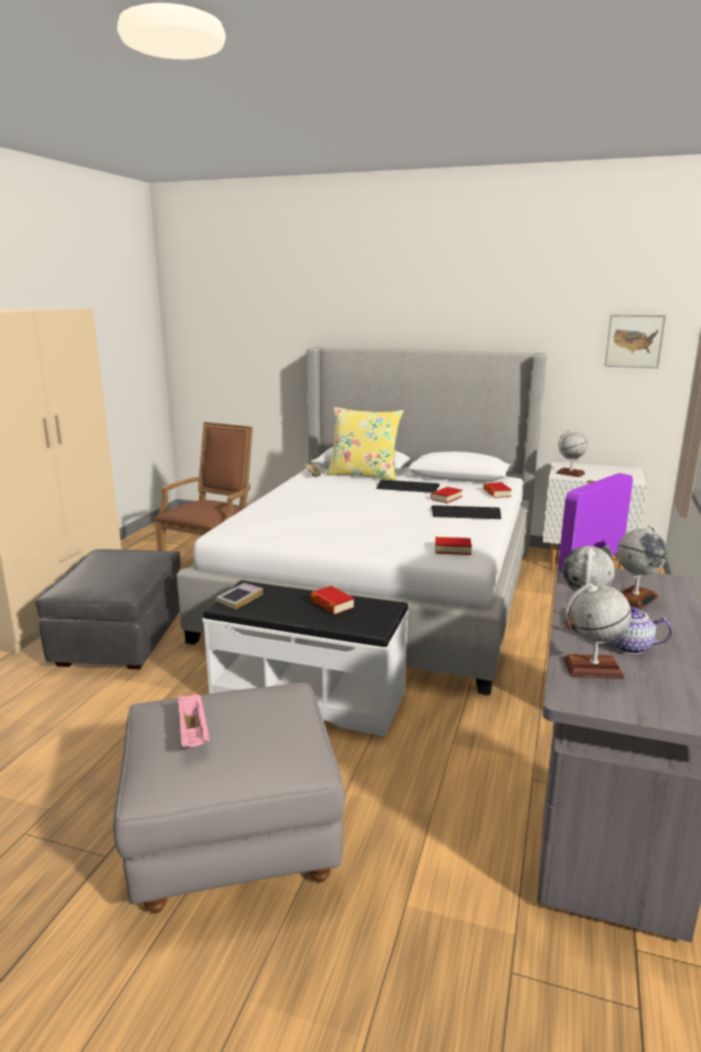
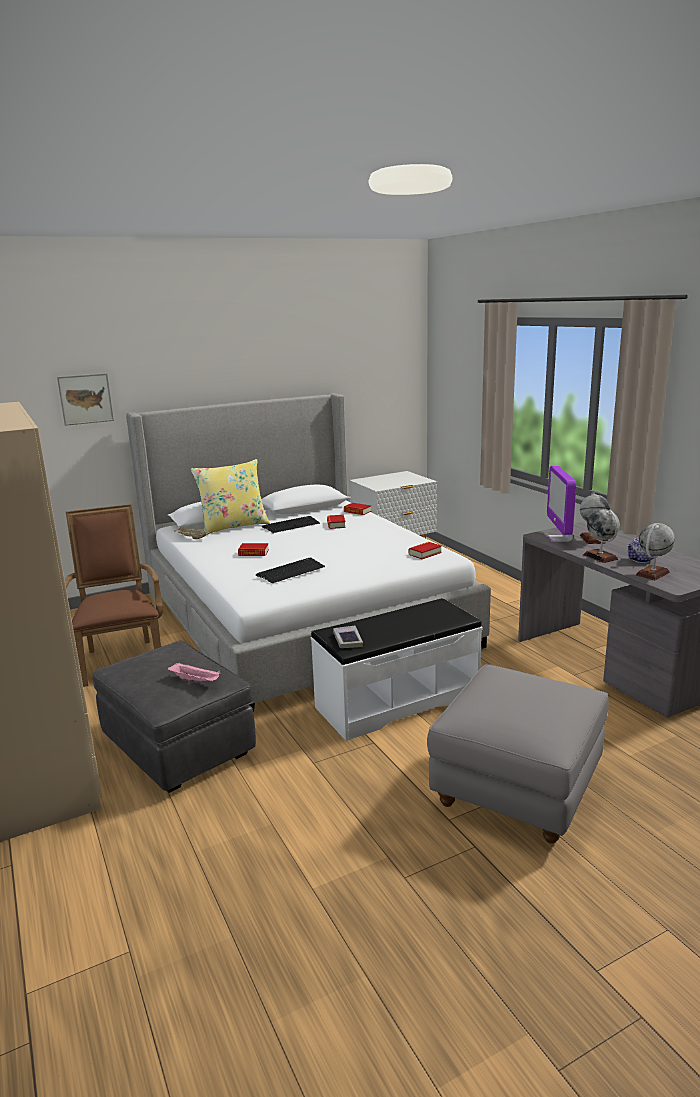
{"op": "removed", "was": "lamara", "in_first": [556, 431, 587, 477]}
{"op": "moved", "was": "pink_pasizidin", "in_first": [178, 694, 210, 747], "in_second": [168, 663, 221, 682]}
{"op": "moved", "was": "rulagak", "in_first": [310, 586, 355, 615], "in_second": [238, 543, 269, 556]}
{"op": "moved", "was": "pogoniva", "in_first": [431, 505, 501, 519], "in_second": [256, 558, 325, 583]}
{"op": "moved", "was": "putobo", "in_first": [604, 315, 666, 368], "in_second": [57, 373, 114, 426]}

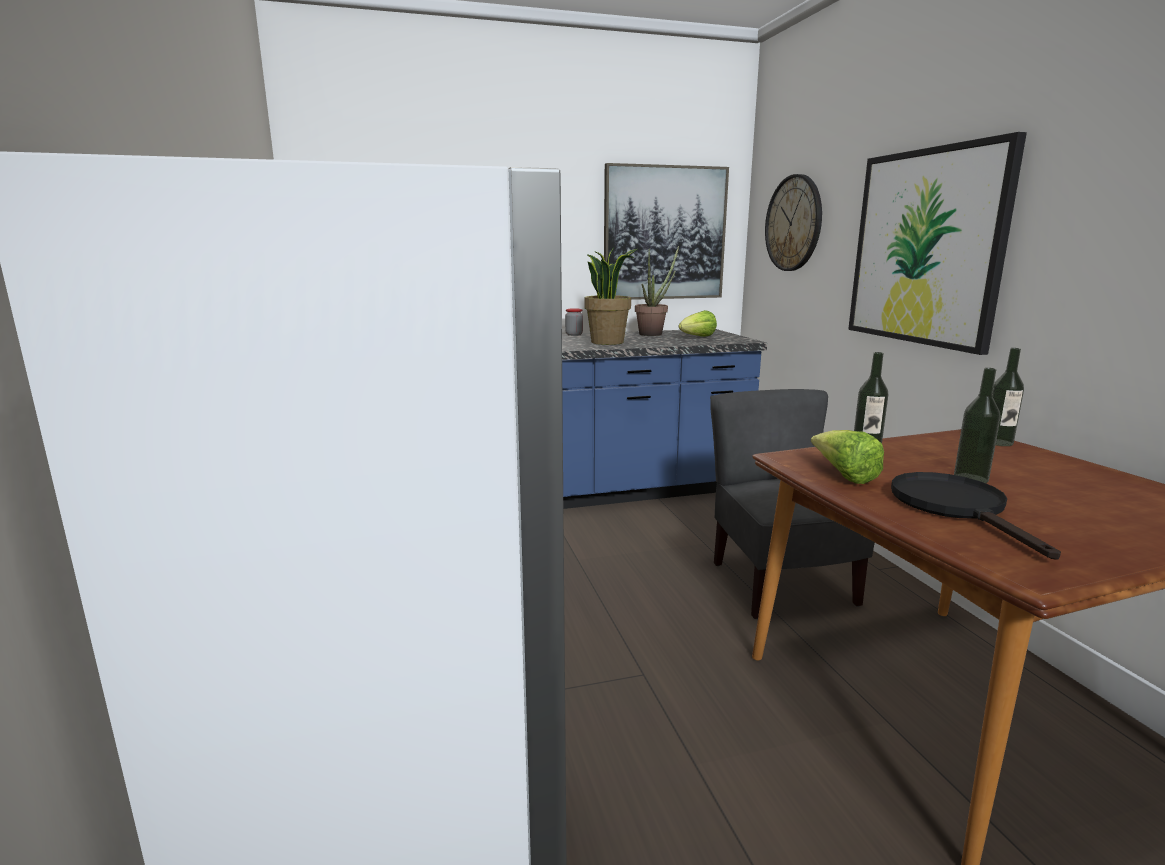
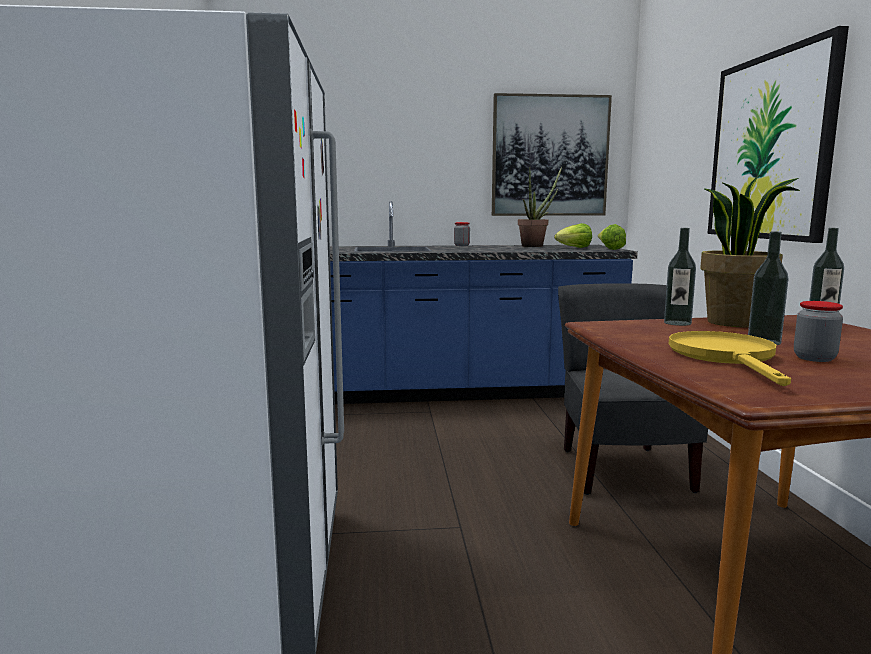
{"op": "removed", "was": "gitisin", "in_first": [765, 174, 822, 271]}
{"op": "added", "now": "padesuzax", "in_second": [794, 301, 843, 362]}
{"op": "moved", "was": "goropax", "in_first": [585, 246, 638, 345], "in_second": [700, 175, 800, 327]}
{"op": "moved", "was": "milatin", "in_first": [811, 430, 884, 484], "in_second": [598, 224, 626, 250]}
{"op": "recoloured", "was": "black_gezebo", "now": "yellow_gezebo", "in_first": [891, 472, 1061, 560], "in_second": [669, 331, 791, 386]}

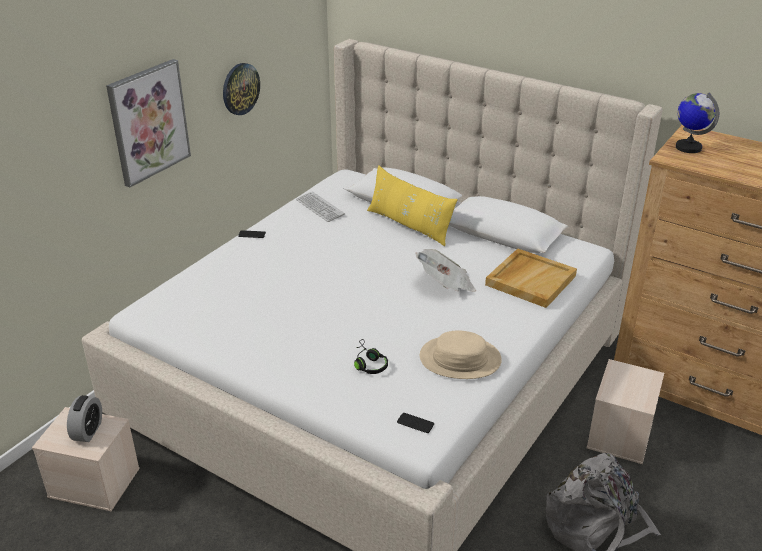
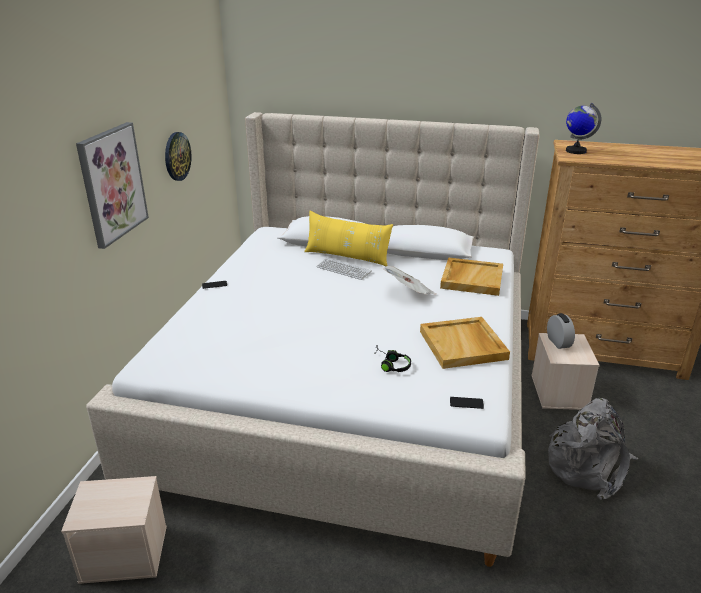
{"op": "moved", "was": "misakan", "in_first": [67, 395, 102, 442], "in_second": [547, 313, 575, 349]}
{"op": "moved", "was": "pogoniva", "in_first": [296, 191, 345, 222], "in_second": [316, 258, 372, 280]}
{"op": "replaced", "was": "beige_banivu", "now": "beige_pasizidin", "in_first": [420, 331, 502, 379], "in_second": [420, 317, 510, 369]}

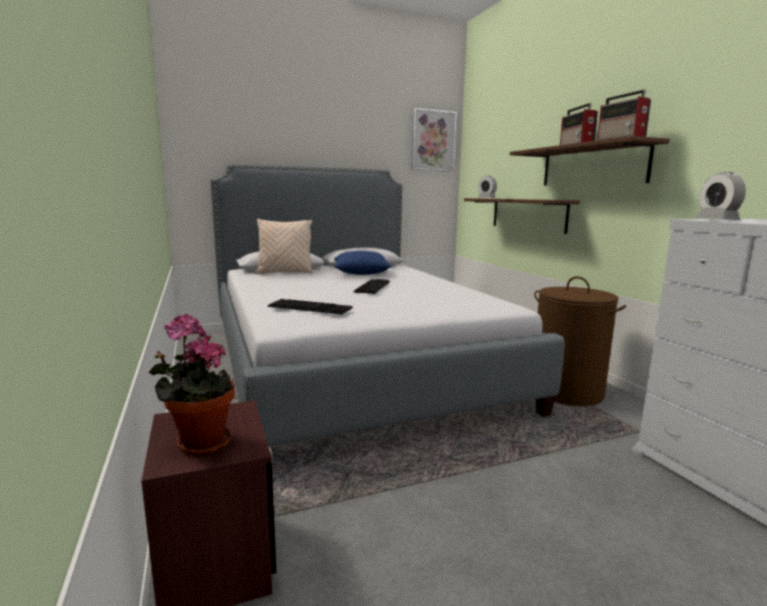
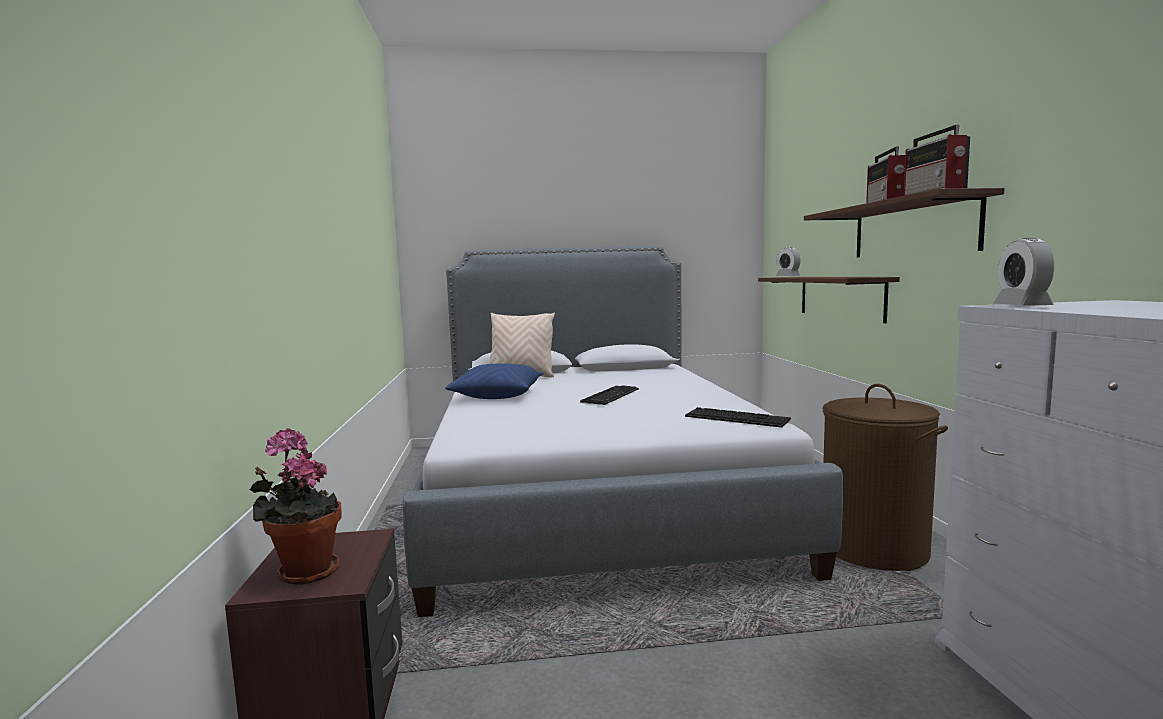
{"op": "removed", "was": "putobo", "in_first": [411, 108, 457, 171]}
{"op": "moved", "was": "pogoniva", "in_first": [268, 299, 353, 314], "in_second": [685, 407, 791, 428]}
{"op": "moved", "was": "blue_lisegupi", "in_first": [334, 251, 392, 275], "in_second": [445, 364, 543, 399]}

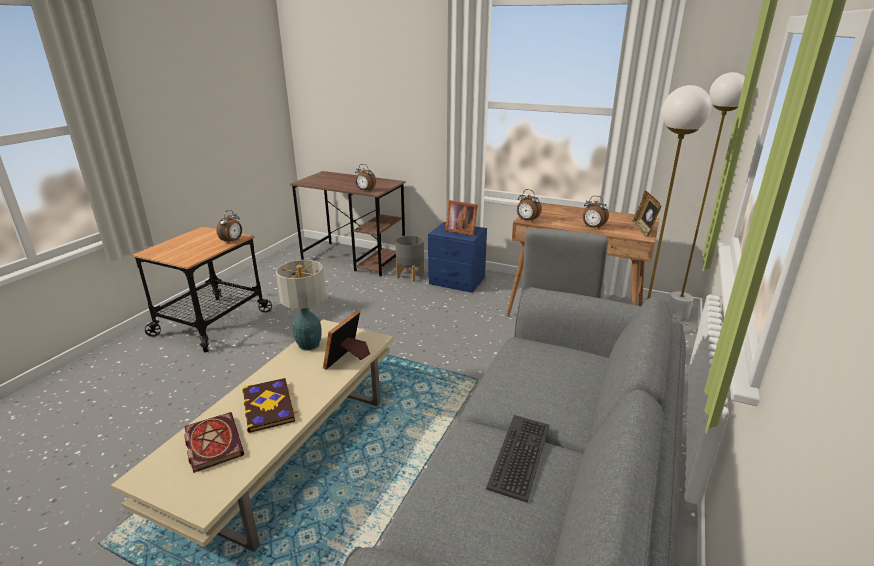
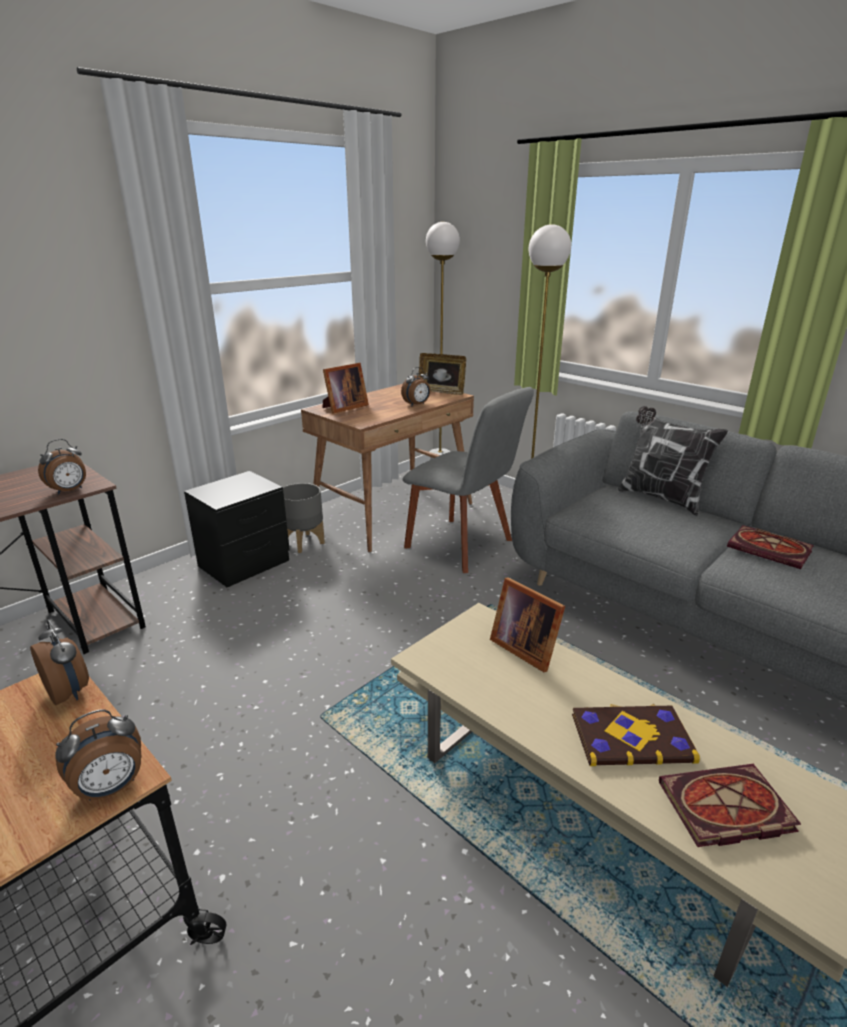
{"op": "removed", "was": "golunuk", "in_first": [276, 260, 326, 351]}
{"op": "added", "now": "lisegupi", "in_second": [618, 406, 728, 516]}
{"op": "moved", "was": "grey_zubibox", "in_first": [395, 235, 424, 282], "in_second": [283, 483, 325, 553]}
{"op": "moved", "was": "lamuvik", "in_first": [445, 200, 478, 236], "in_second": [323, 363, 369, 414]}
{"op": "moved", "was": "misakan", "in_first": [517, 189, 542, 222], "in_second": [55, 710, 141, 800]}
{"op": "replaced", "was": "pogoniva", "now": "rulagak", "in_first": [486, 415, 549, 503], "in_second": [727, 525, 814, 569]}
{"op": "recoloured", "was": "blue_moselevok", "now": "black_moselevok", "in_first": [428, 222, 487, 293], "in_second": [184, 471, 290, 587]}

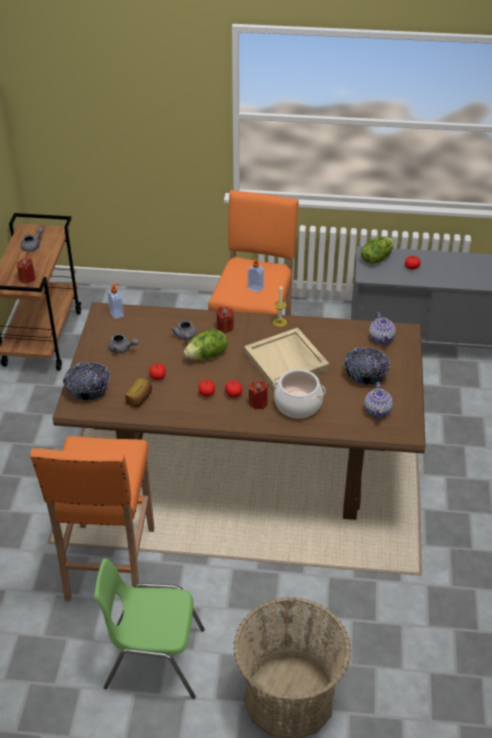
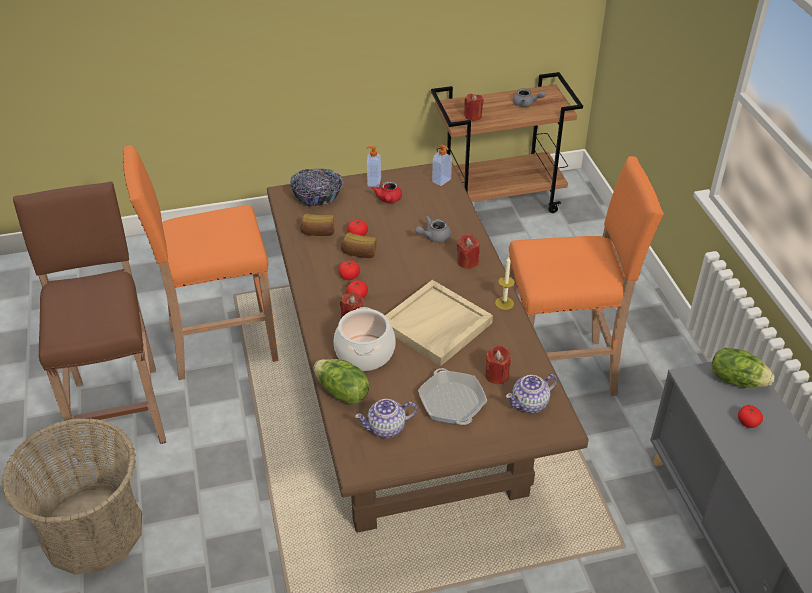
{"op": "added", "now": "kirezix", "in_second": [341, 233, 377, 258]}
{"op": "added", "now": "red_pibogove", "in_second": [485, 345, 511, 384]}
{"op": "moved", "was": "milatin", "in_first": [184, 329, 228, 360], "in_second": [314, 359, 370, 405]}
{"op": "moved", "was": "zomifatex", "in_first": [247, 259, 264, 293], "in_second": [366, 146, 381, 187]}
{"op": "replaced", "was": "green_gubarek", "now": "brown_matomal", "in_first": [94, 559, 205, 699], "in_second": [13, 181, 166, 461]}
{"op": "replaced", "was": "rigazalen", "now": "gezebo", "in_first": [344, 347, 390, 385], "in_second": [418, 368, 487, 425]}
{"op": "recoloured", "was": "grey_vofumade", "now": "red_vofumade", "in_first": [108, 333, 139, 353], "in_second": [372, 181, 402, 203]}

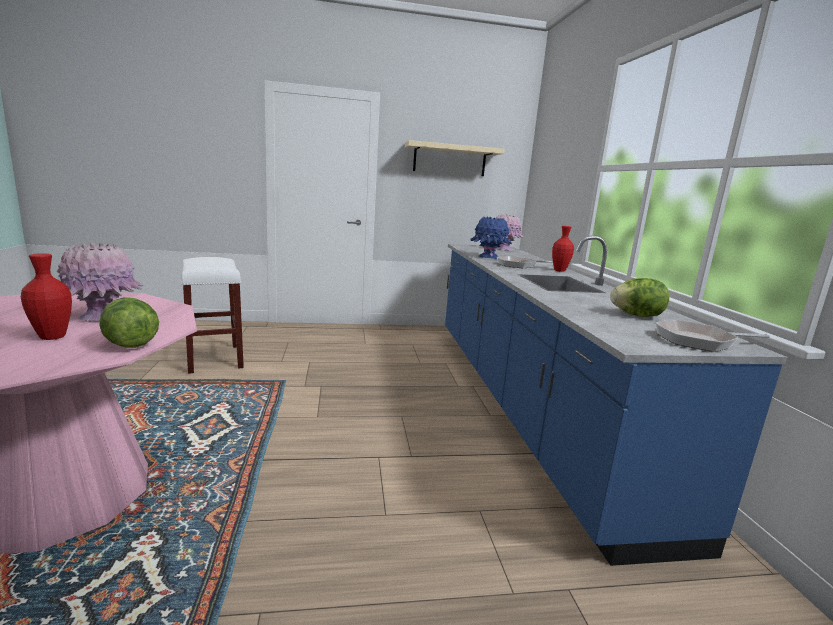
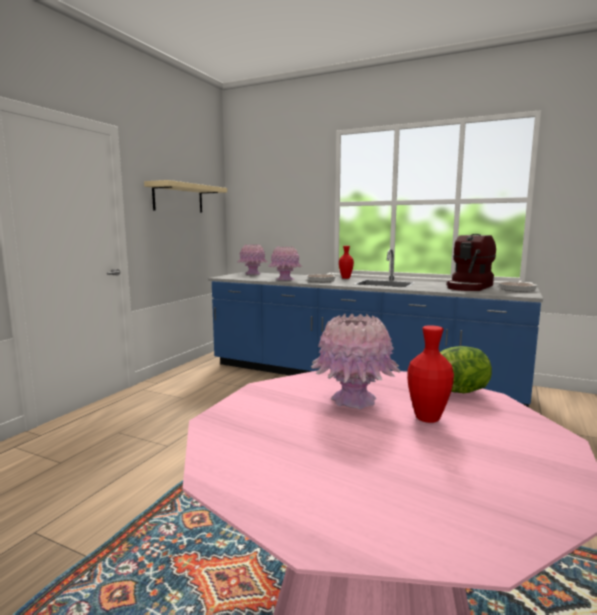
{"op": "removed", "was": "white_matomal", "in_first": [181, 257, 244, 374]}
{"op": "replaced", "was": "milatin", "now": "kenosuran", "in_first": [610, 278, 669, 317], "in_second": [446, 234, 496, 291]}
{"op": "recoloured", "was": "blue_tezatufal", "now": "pink_tezatufal", "in_first": [470, 217, 512, 259], "in_second": [269, 246, 302, 281]}

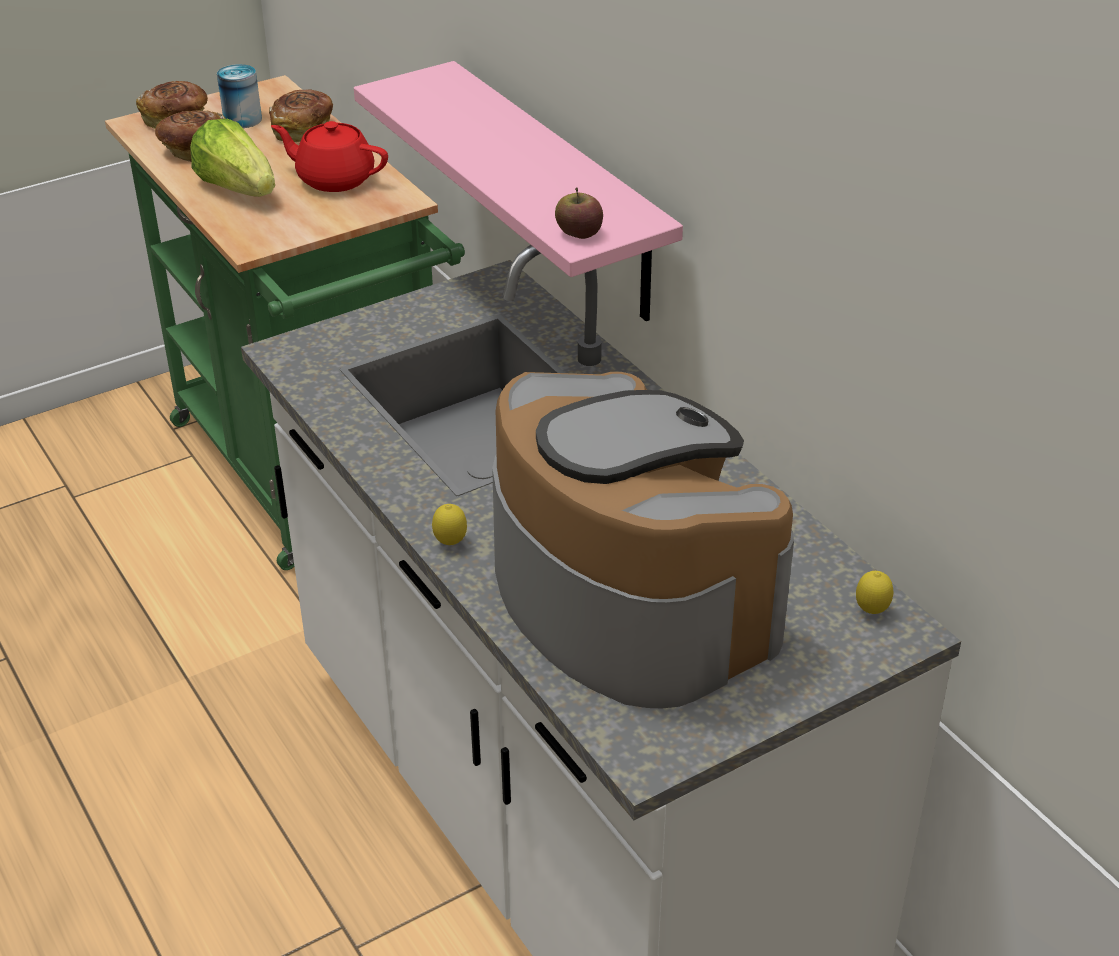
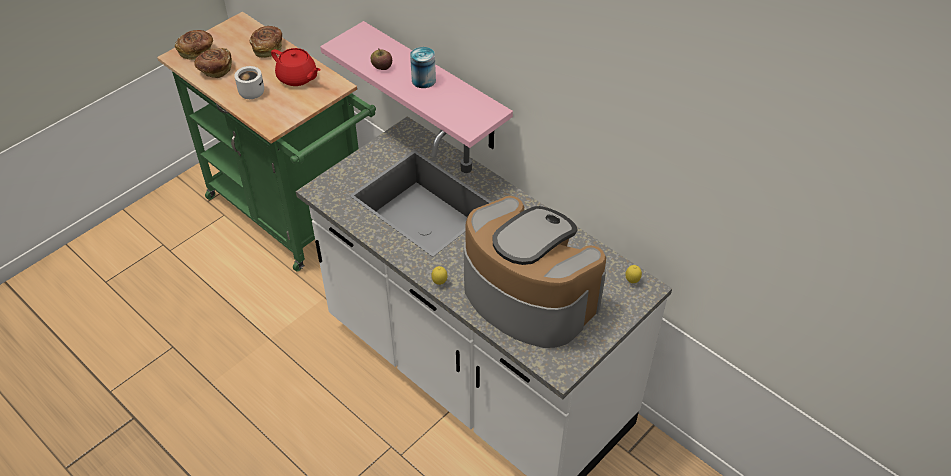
{"op": "moved", "was": "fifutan", "in_first": [217, 64, 262, 128], "in_second": [410, 47, 436, 88]}
{"op": "moved", "was": "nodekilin", "in_first": [555, 188, 603, 239], "in_second": [371, 48, 392, 70]}
{"op": "replaced", "was": "milatin", "now": "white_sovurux", "in_first": [190, 119, 275, 197], "in_second": [234, 66, 264, 99]}
{"op": "turned", "was": "red_vofumade", "in_first": [271, 121, 388, 192], "in_second": [271, 48, 321, 86], "clockwise": -150}

